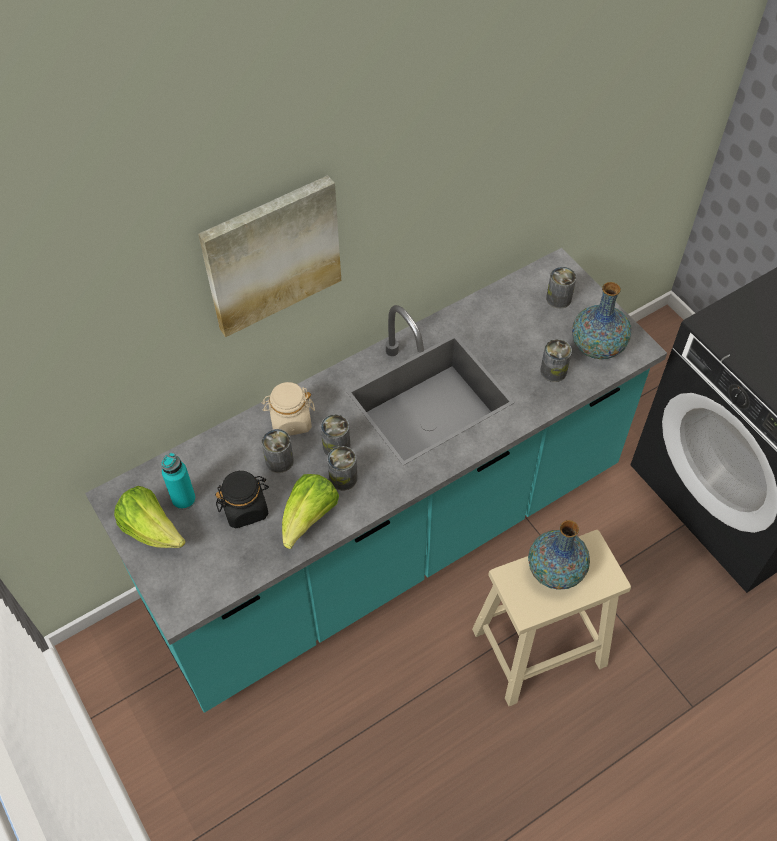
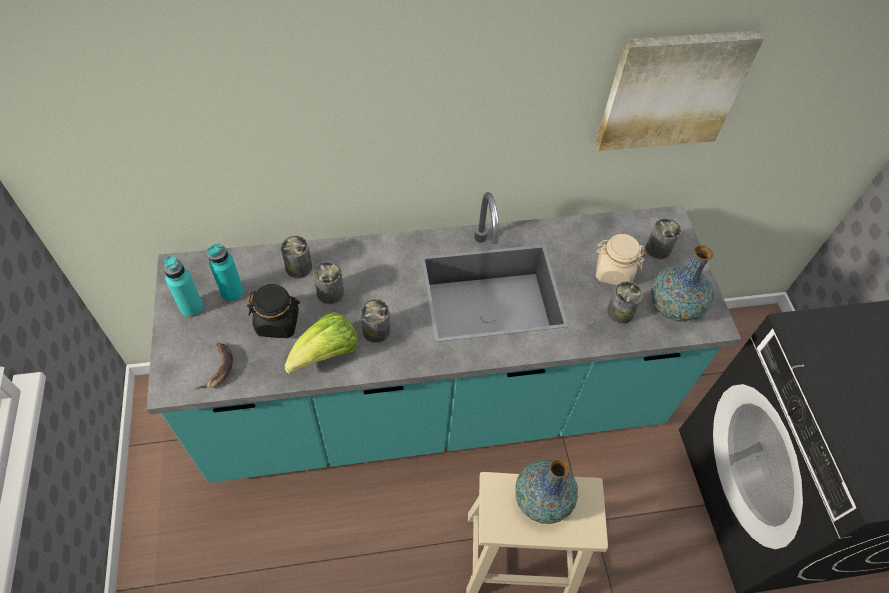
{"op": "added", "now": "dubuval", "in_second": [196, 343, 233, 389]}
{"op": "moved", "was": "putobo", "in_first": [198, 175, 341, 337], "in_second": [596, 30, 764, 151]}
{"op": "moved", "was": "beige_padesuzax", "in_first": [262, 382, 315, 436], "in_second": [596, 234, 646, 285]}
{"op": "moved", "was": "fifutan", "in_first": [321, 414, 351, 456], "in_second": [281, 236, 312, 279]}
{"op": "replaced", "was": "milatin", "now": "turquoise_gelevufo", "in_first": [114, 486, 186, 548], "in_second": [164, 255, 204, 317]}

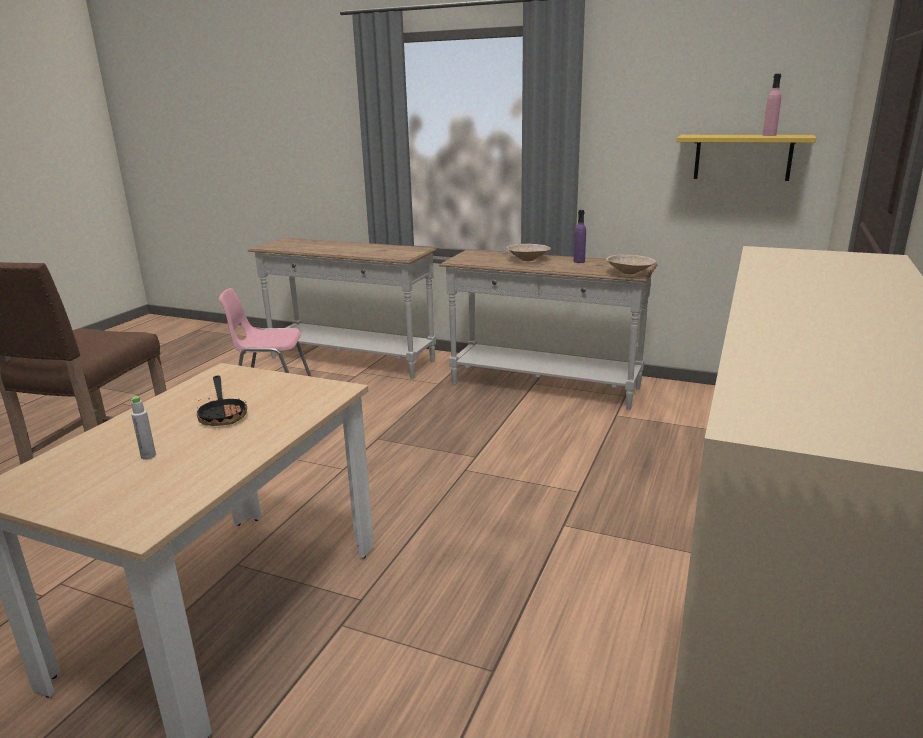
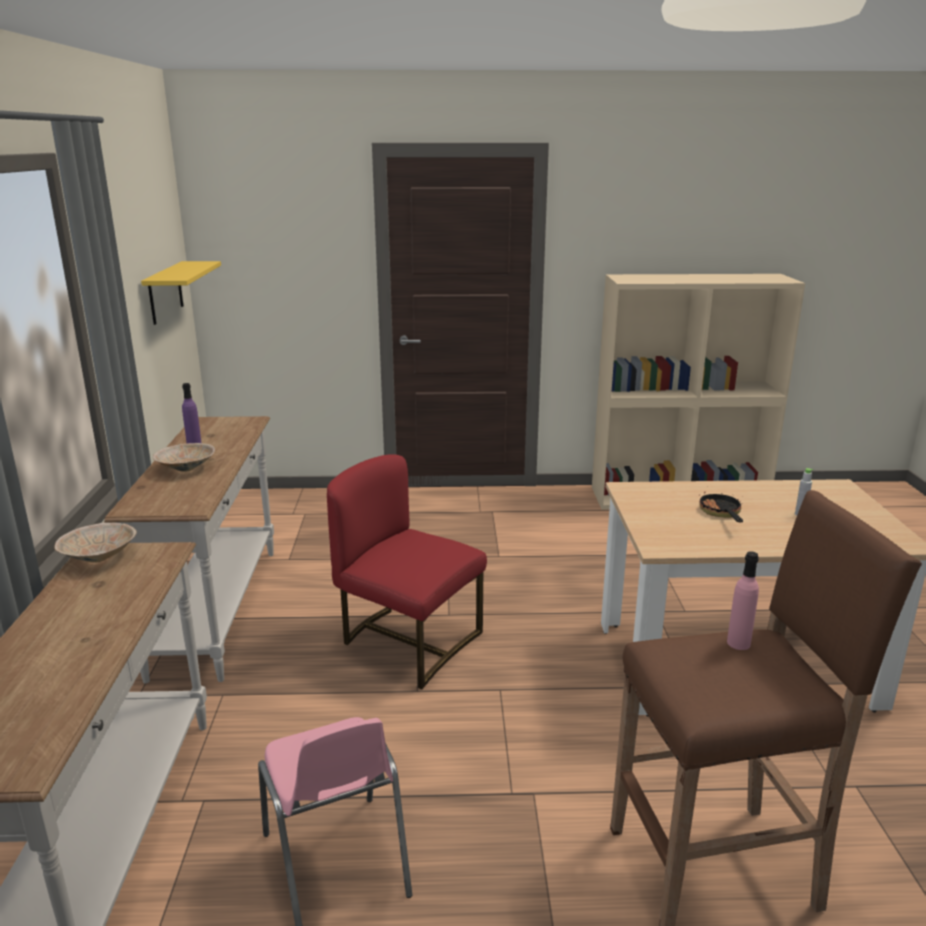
{"op": "added", "now": "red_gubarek", "in_second": [327, 454, 487, 689]}
{"op": "moved", "was": "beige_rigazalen", "in_first": [606, 254, 656, 274], "in_second": [54, 523, 137, 563]}
{"op": "moved", "was": "pink_gelevufo", "in_first": [763, 74, 781, 136], "in_second": [727, 551, 759, 650]}
{"op": "turned", "was": "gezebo", "in_first": [197, 376, 247, 426], "in_second": [699, 492, 743, 522], "clockwise": -45}

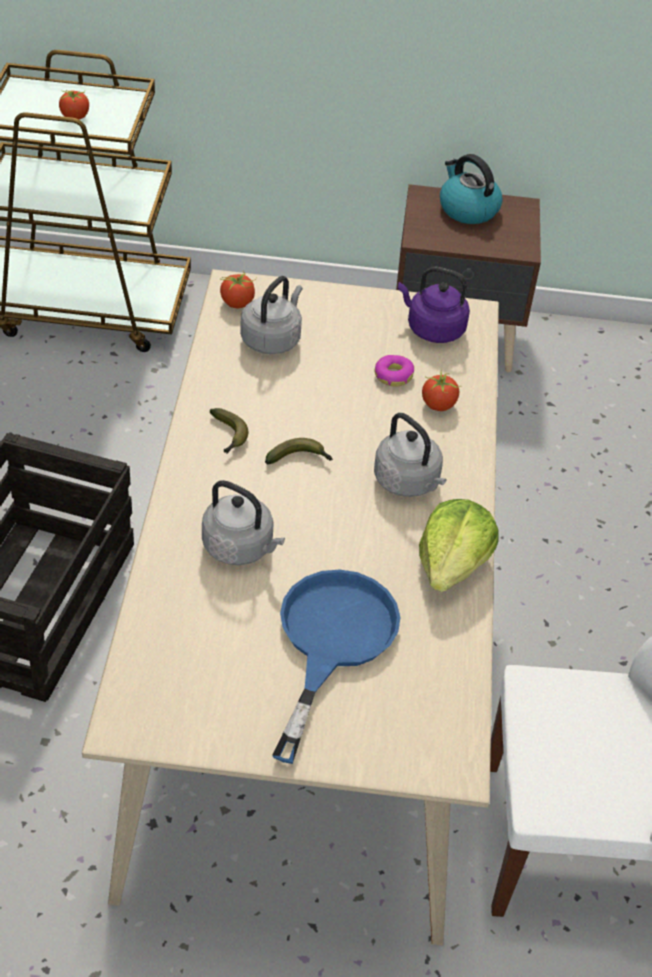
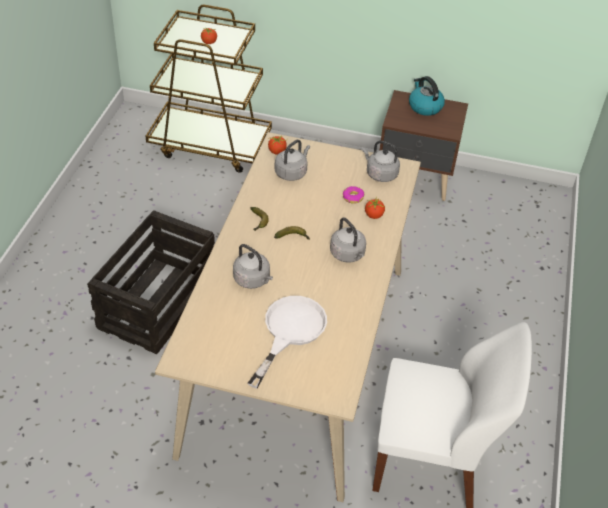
{"op": "removed", "was": "milatin", "in_first": [419, 499, 499, 592]}
{"op": "recoloured", "was": "blue_gezebo", "now": "white_gezebo", "in_first": [272, 569, 401, 764], "in_second": [247, 296, 327, 389]}
{"op": "recoloured", "was": "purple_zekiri", "now": "grey_zekiri", "in_first": [398, 267, 470, 343], "in_second": [362, 141, 400, 182]}

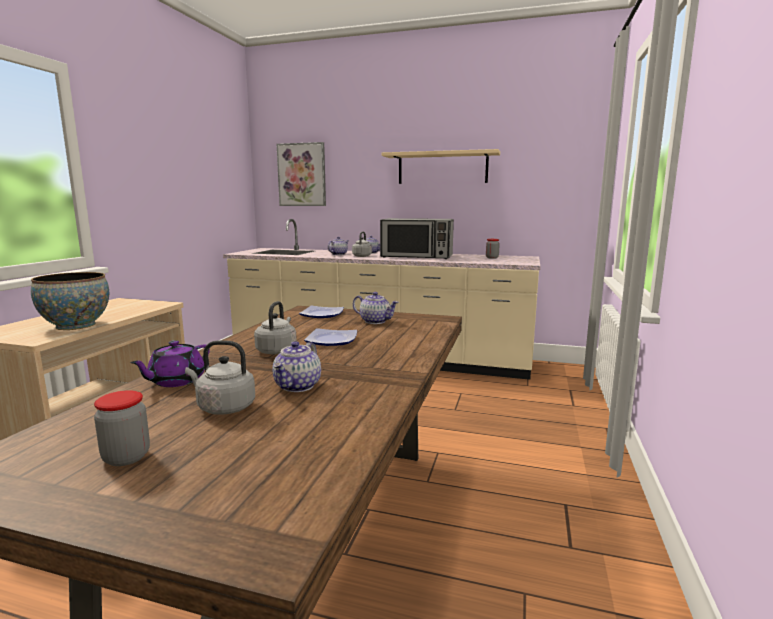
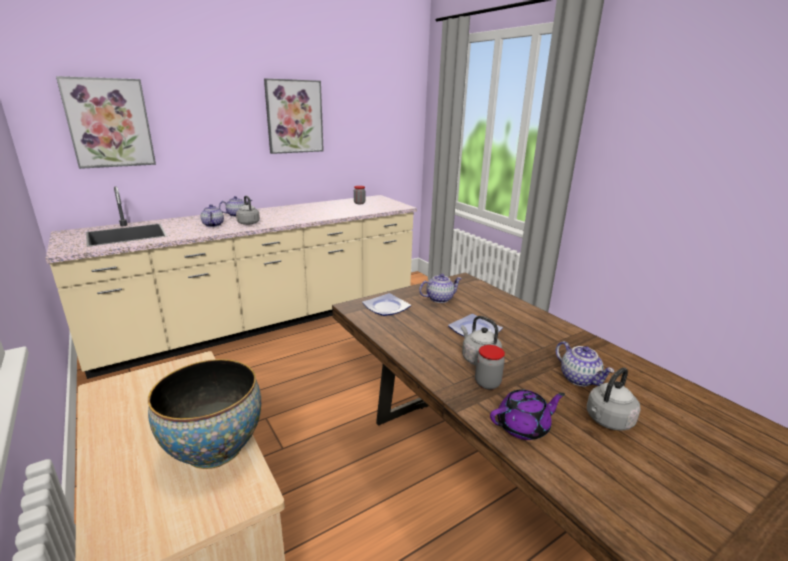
{"op": "removed", "was": "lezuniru", "in_first": [380, 218, 454, 259]}
{"op": "moved", "was": "padesuzax", "in_first": [94, 390, 150, 466], "in_second": [475, 345, 505, 390]}
{"op": "replaced", "was": "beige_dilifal", "now": "putobo", "in_first": [382, 149, 500, 184], "in_second": [264, 78, 324, 154]}
{"op": "turned", "was": "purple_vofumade", "in_first": [130, 340, 210, 387], "in_second": [490, 389, 565, 440], "clockwise": -90}

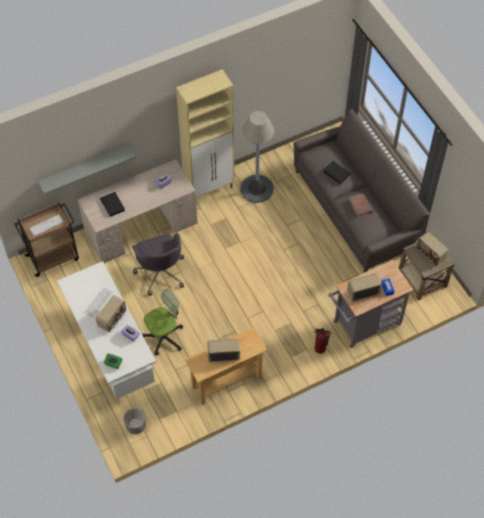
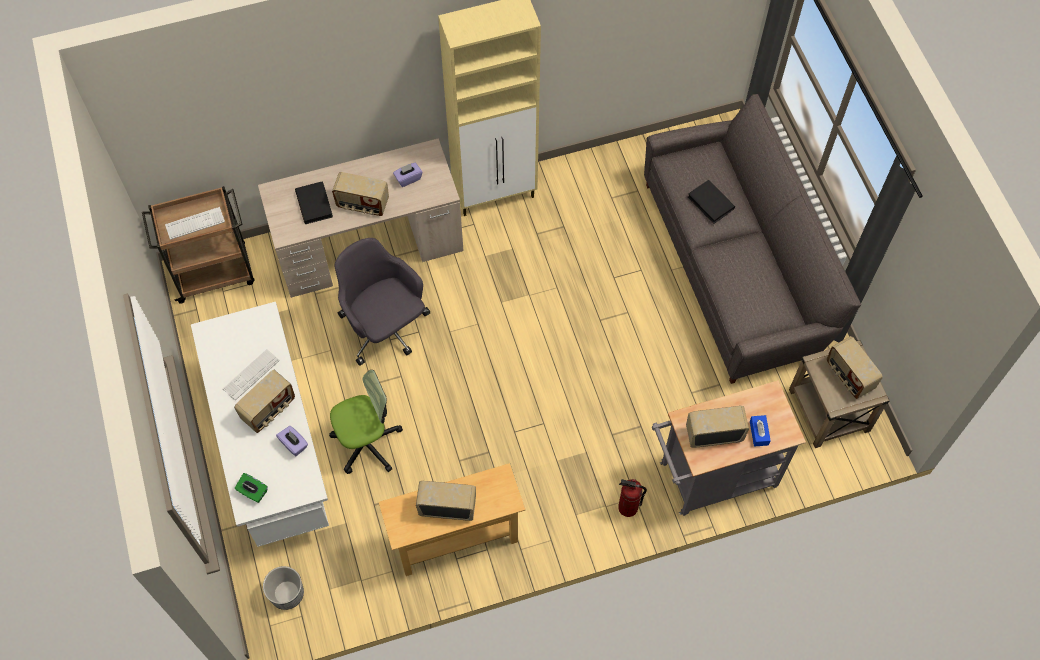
{"op": "removed", "was": "grey_dilifal", "in_first": [38, 145, 136, 195]}
{"op": "removed", "was": "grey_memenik", "in_first": [240, 111, 274, 203]}
{"op": "removed", "was": "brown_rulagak", "in_first": [348, 193, 373, 218]}
{"op": "added", "now": "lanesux", "in_second": [332, 172, 389, 216]}
{"op": "turned", "was": "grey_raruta", "in_first": [132, 233, 184, 296], "in_second": [335, 238, 430, 366], "clockwise": 150}

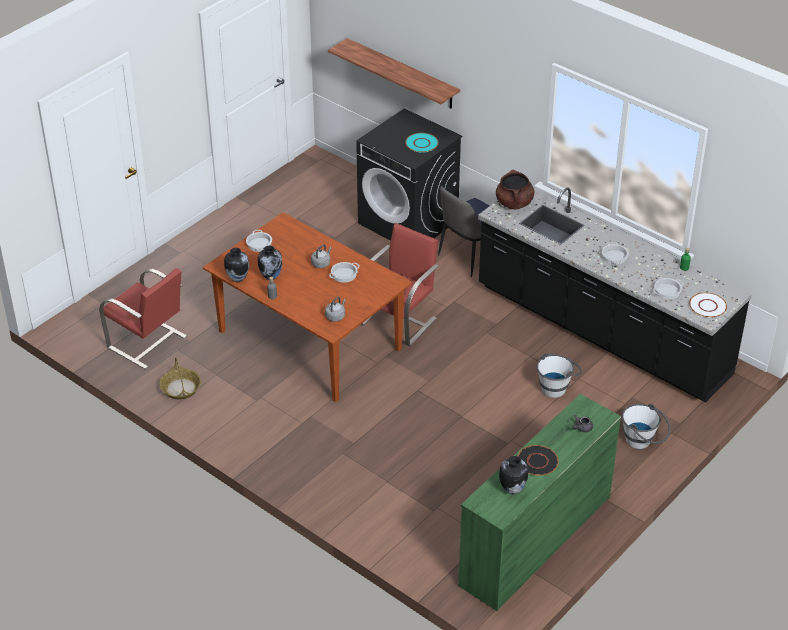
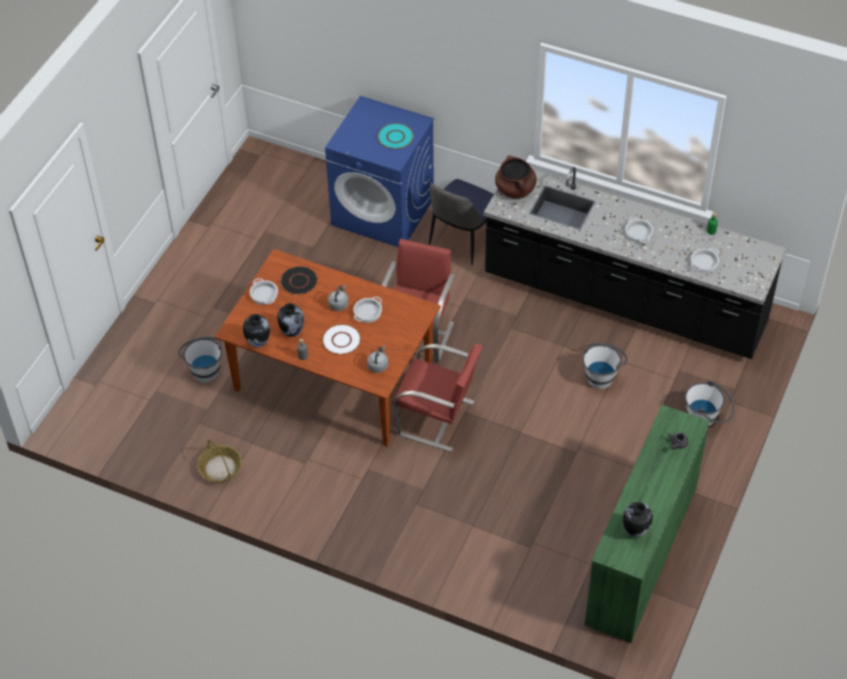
{"op": "removed", "was": "dilifal", "in_first": [328, 38, 460, 108]}
{"op": "added", "now": "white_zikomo", "in_second": [178, 337, 222, 383]}
{"op": "moved", "was": "red_gubarek", "in_first": [99, 268, 187, 369], "in_second": [392, 344, 483, 452]}
{"op": "moved", "was": "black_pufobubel", "in_first": [517, 445, 559, 476], "in_second": [280, 266, 318, 295]}
{"op": "moved", "was": "white_pufobubel", "in_first": [689, 293, 727, 317], "in_second": [322, 324, 361, 355]}
{"op": "recoloured", "was": "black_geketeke", "now": "blue_geketeke", "in_first": [356, 108, 462, 241], "in_second": [325, 96, 434, 247]}

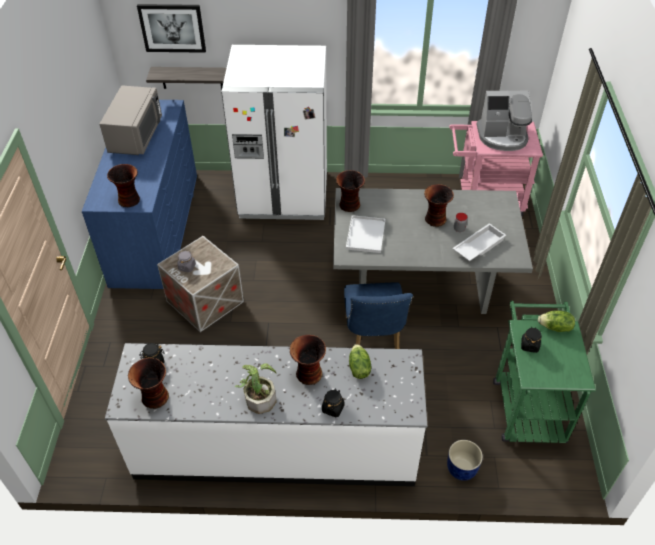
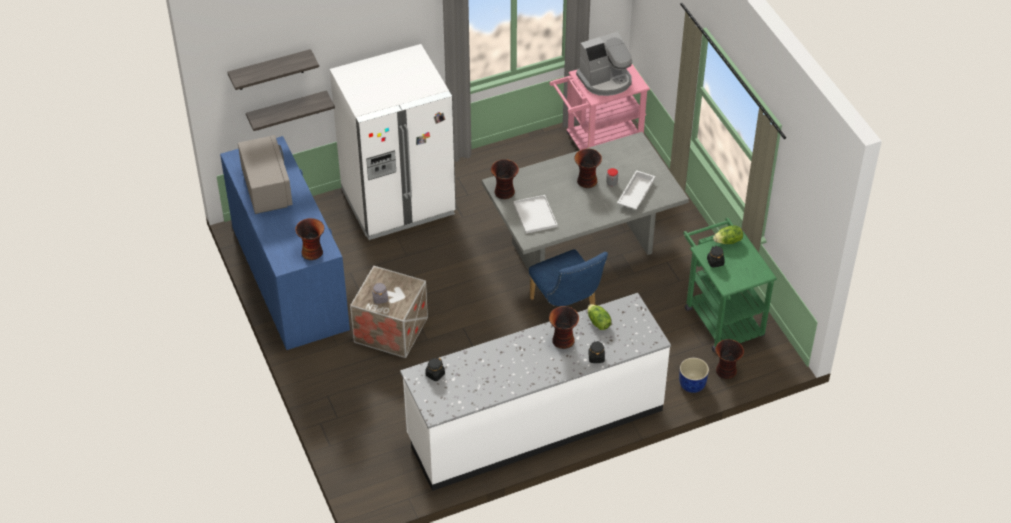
{"op": "removed", "was": "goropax", "in_first": [235, 363, 277, 414]}
{"op": "moved", "was": "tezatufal", "in_first": [128, 358, 169, 409], "in_second": [715, 339, 744, 379]}
{"op": "replaced", "was": "putobo", "now": "dilifal", "in_first": [137, 4, 206, 53], "in_second": [227, 49, 319, 90]}

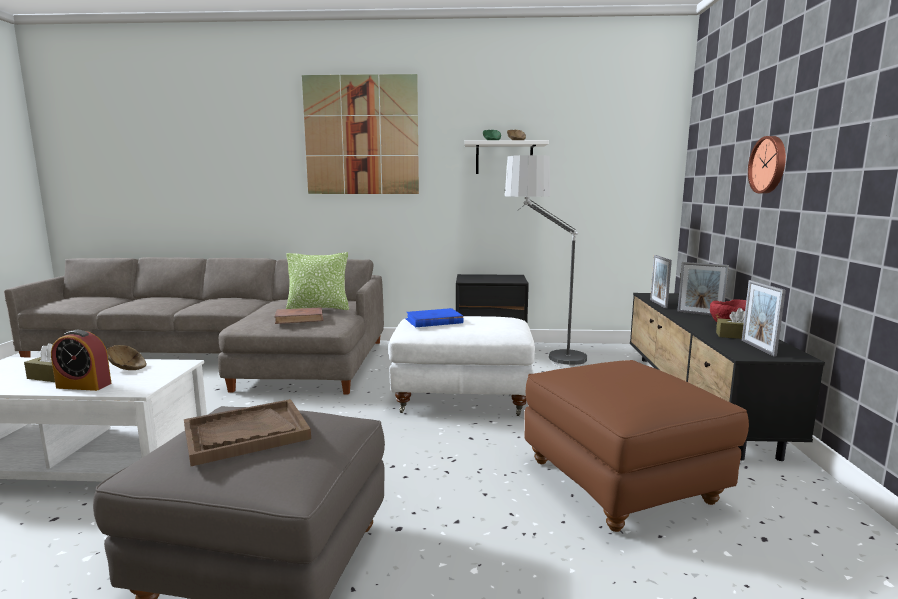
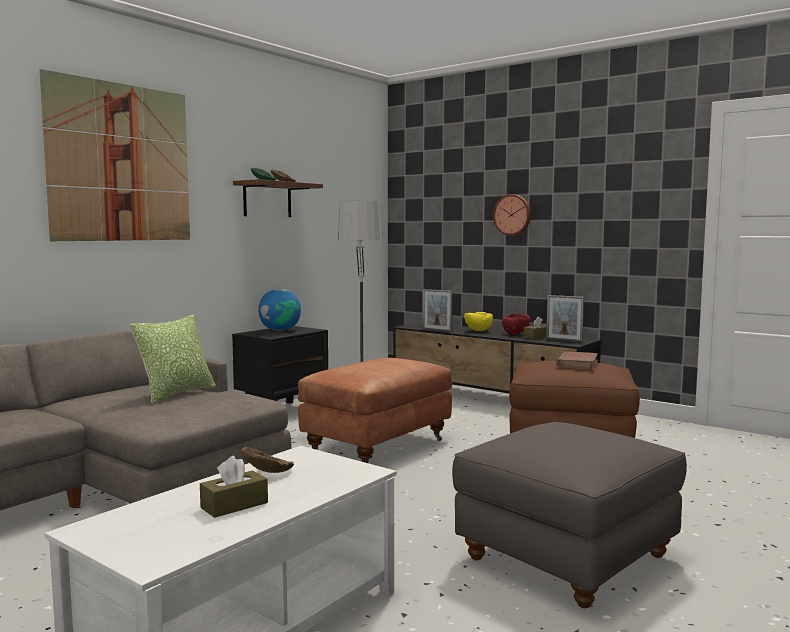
{"op": "removed", "was": "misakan", "in_first": [51, 330, 112, 391]}
{"op": "removed", "was": "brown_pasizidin", "in_first": [184, 399, 311, 466]}
{"op": "removed", "was": "blue_rulagak", "in_first": [405, 308, 464, 327]}
{"op": "added", "now": "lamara", "in_second": [258, 289, 301, 331]}
{"op": "moved", "was": "brown_rulagak", "in_first": [274, 307, 323, 324], "in_second": [556, 351, 598, 370]}
{"op": "replaced", "was": "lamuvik", "now": "yellow_rigazalen", "in_first": [677, 262, 729, 315], "in_second": [464, 312, 493, 331]}
{"op": "recoloured", "was": "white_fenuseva", "now": "brown_fenuseva", "in_first": [388, 316, 535, 416], "in_second": [298, 358, 452, 463]}
{"op": "recoloured", "was": "white_dilifal", "now": "brown_dilifal", "in_first": [464, 140, 549, 174], "in_second": [233, 179, 323, 217]}

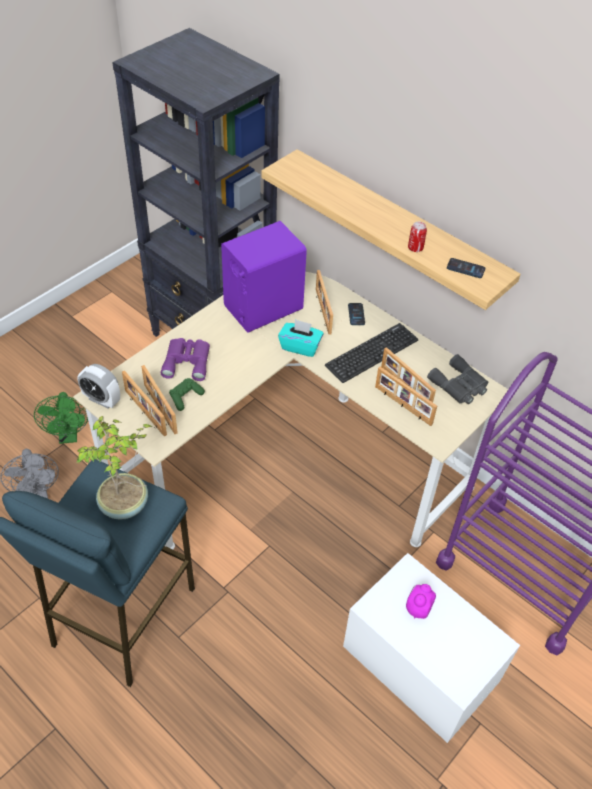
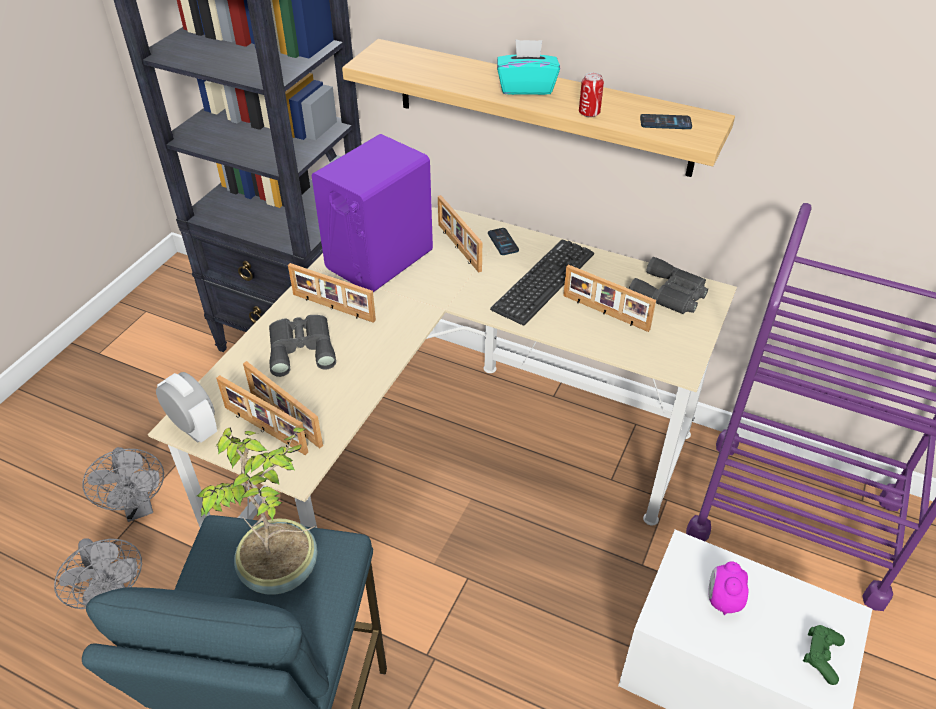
{"op": "moved", "was": "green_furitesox", "in_first": [169, 378, 205, 411], "in_second": [803, 625, 845, 685]}
{"op": "moved", "was": "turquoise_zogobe", "in_first": [278, 319, 324, 357], "in_second": [497, 40, 560, 95]}
{"op": "moved", "was": "lamuvik", "in_first": [375, 367, 437, 426], "in_second": [288, 263, 376, 323]}
{"op": "recoloured", "was": "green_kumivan", "now": "grey_kumivan", "in_first": [34, 392, 88, 444], "in_second": [82, 447, 164, 522]}
{"op": "recoloured", "was": "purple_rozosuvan", "now": "grey_rozosuvan", "in_first": [161, 338, 210, 381], "in_second": [269, 315, 336, 377]}
{"op": "turned", "was": "misakan", "in_first": [77, 364, 120, 409], "in_second": [156, 372, 217, 443], "clockwise": -150}

